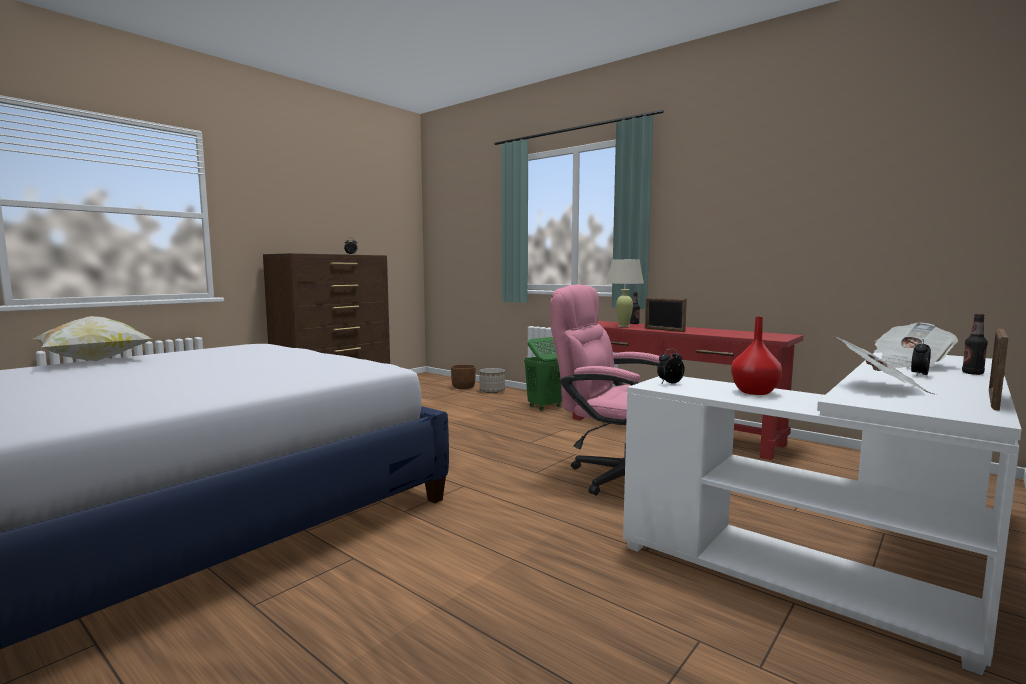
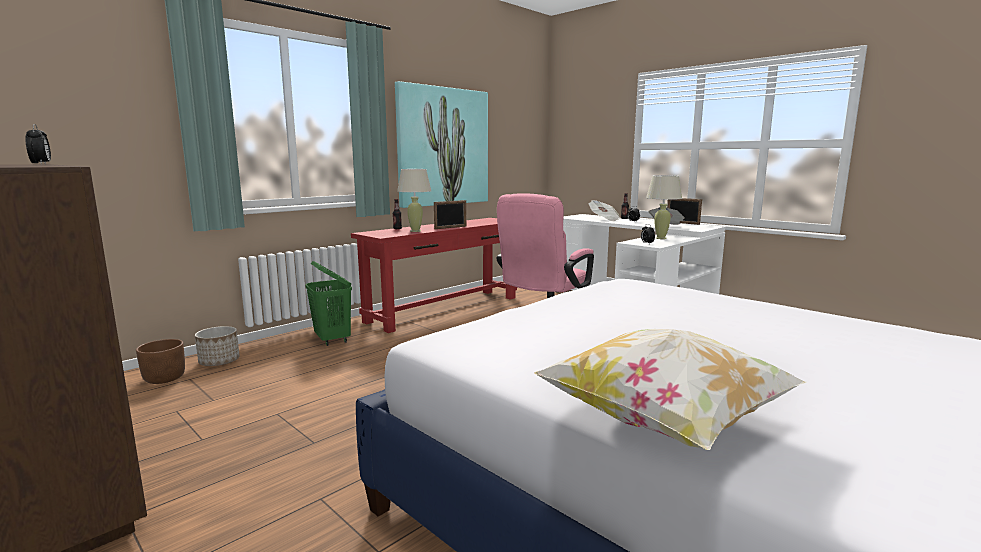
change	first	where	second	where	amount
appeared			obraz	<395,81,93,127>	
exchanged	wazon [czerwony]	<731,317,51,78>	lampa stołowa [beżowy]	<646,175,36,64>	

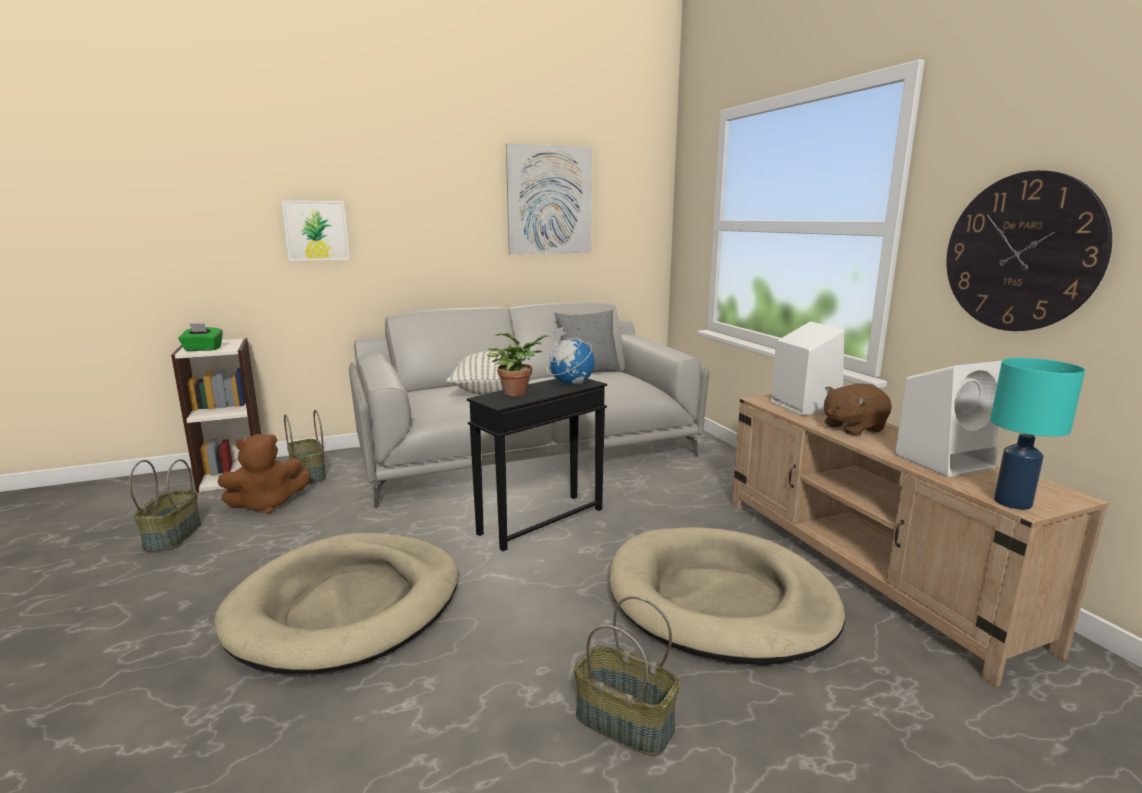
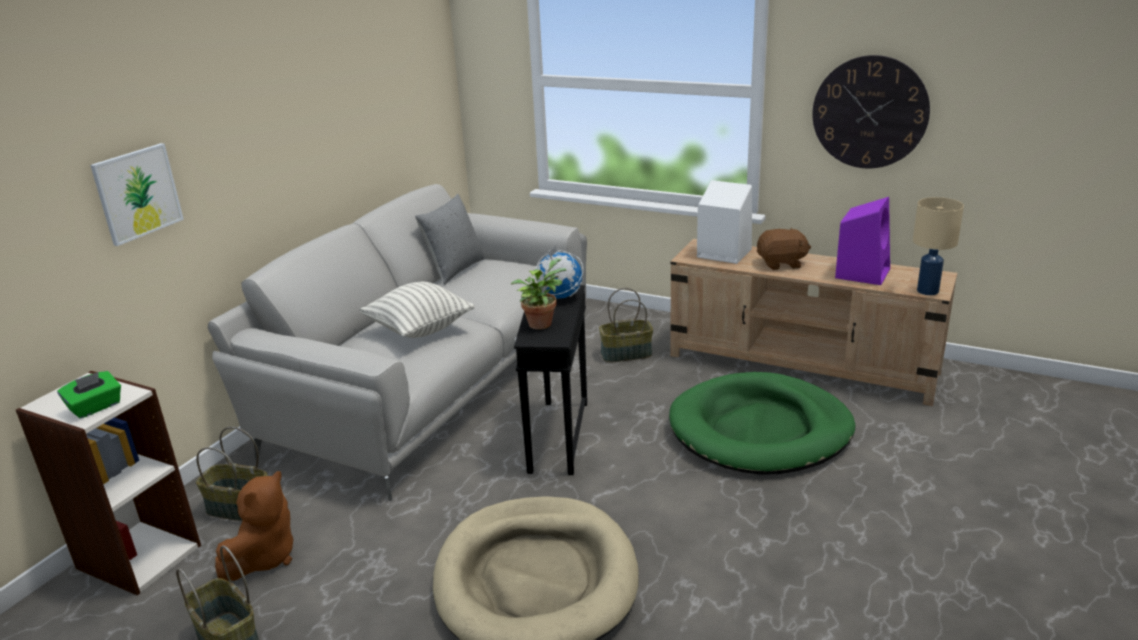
change	first	where	second	where	amount
relocated	koszyk	<574,596,106,160>		<599,288,54,74>	
colour	legowisko [beżowy]	<609,527,236,138>	legowisko [zielony]	<669,372,186,103>	
spun	pluszak [brązowy]	<824,383,68,52>		<757,227,54,43>	120 degrees counterclockwise
colour	głośnik [biały]	<895,361,107,116>	głośnik [fioletowy]	<835,197,55,88>	
colour	lampa stołowa [turkusowy]	<990,358,95,152>	lampa stołowa [beżowy]	<913,197,51,98>	
missing	obraz	<506,143,86,111>			

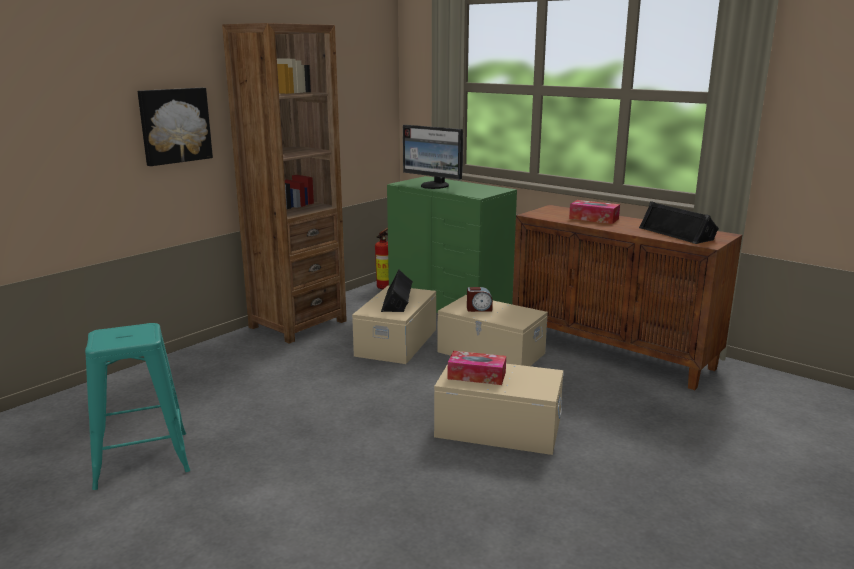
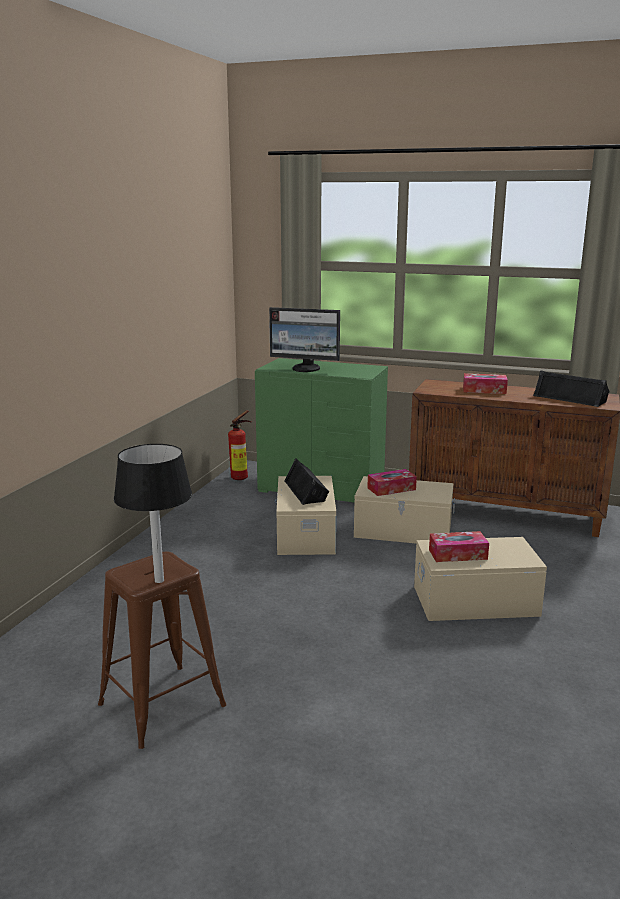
change	first	where	second	where	amount
colour	stołek [turkusowy]	<85,323,105,167>	stołek [brązowy]	<98,552,129,197>	
appeared			lampa stołowa [czarny]	<114,444,78,139>	
exchanged	budzik	<467,287,26,25>	pudełko chusteczek	<367,469,50,27>	
missing	obraz	<137,88,76,78>			
missing	regał [brązowy]	<222,23,125,321>			

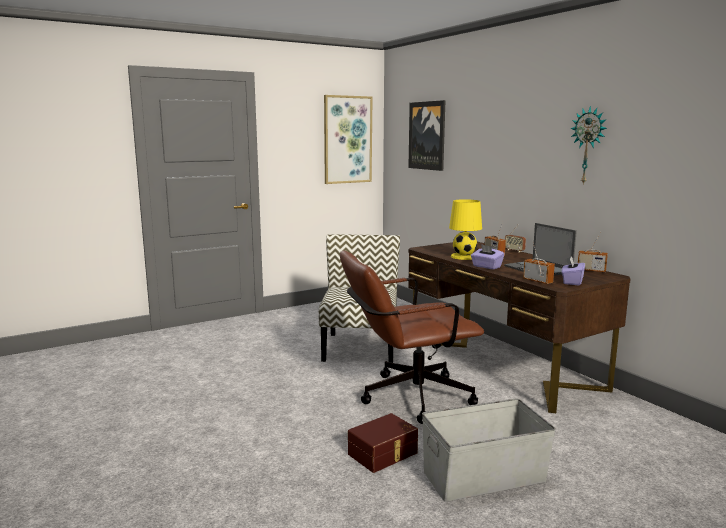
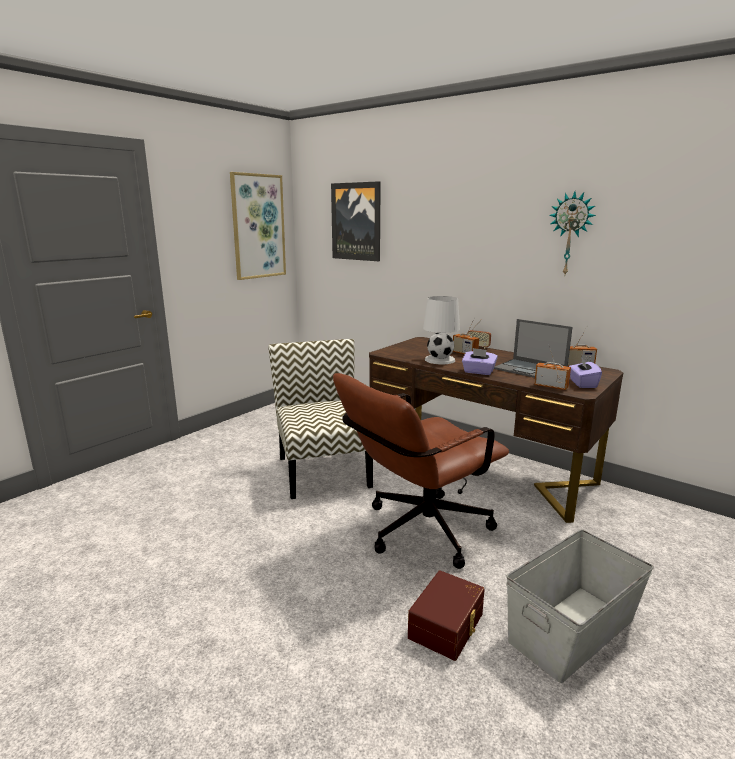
change	first	where	second	where	amount
colour	lampa stołowa [żółty]	<449,199,33,61>	lampa stołowa [biały]	<423,296,37,68>	

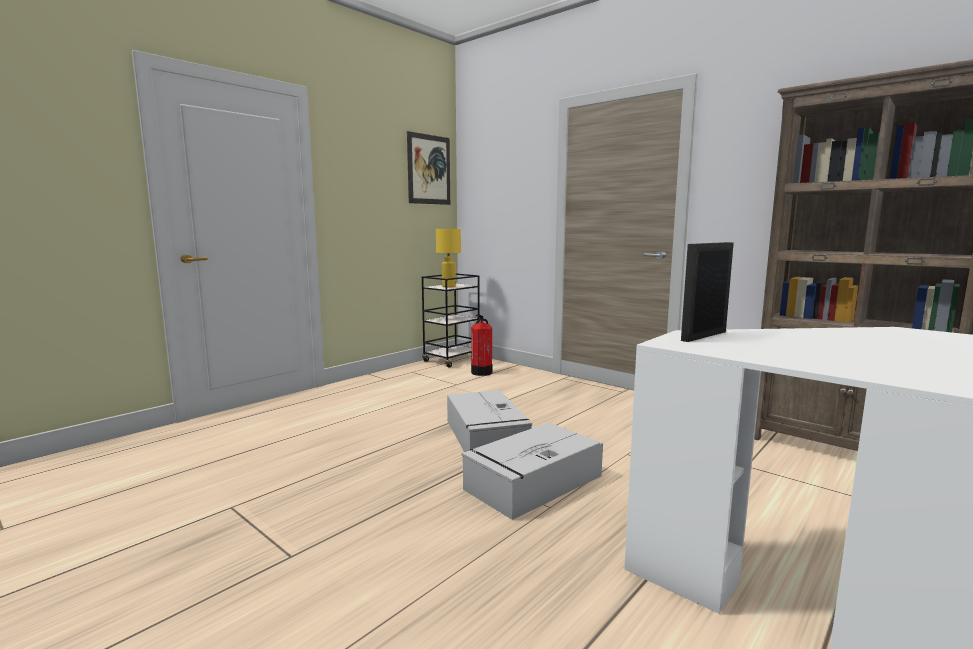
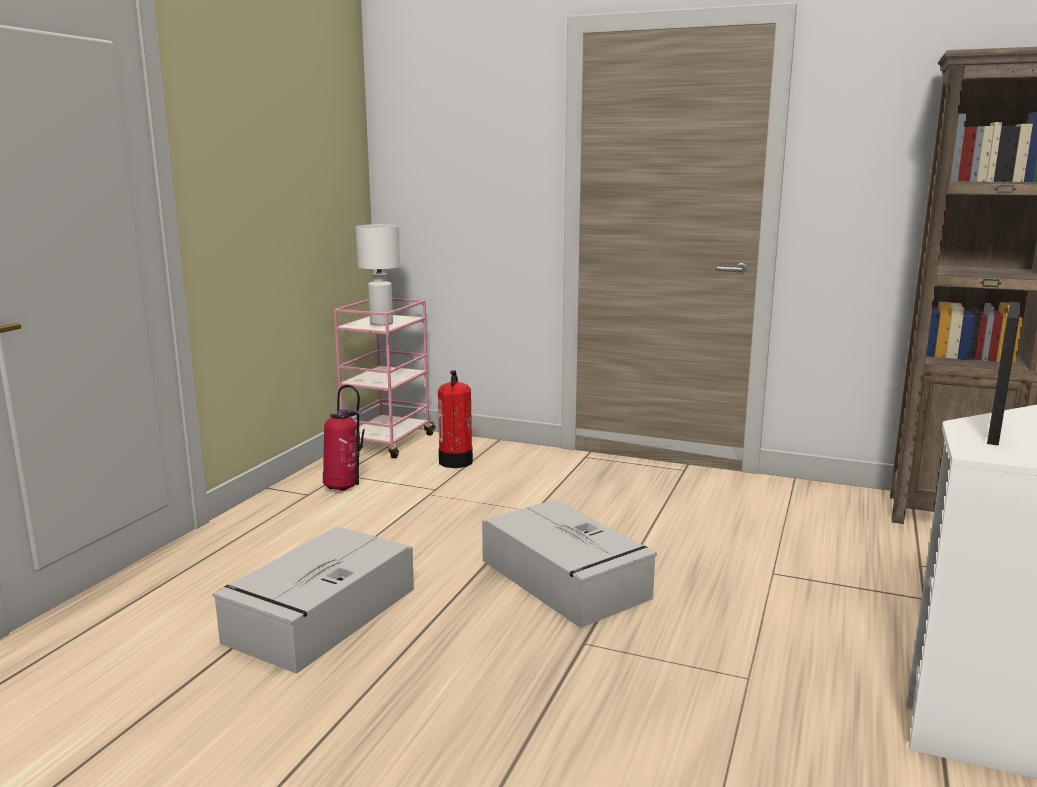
change	first	where	second	where	amount
relocated	pojemnik do przechowywania [szary]	<461,423,142,97>		<212,527,202,147>	
appeared			gaśnica	<323,385,42,106>	
colour	wózek [czarny]	<422,273,58,95>	wózek [różowy]	<334,298,102,160>	
colour	lampa stołowa [żółty]	<436,229,25,59>	lampa stołowa [biały]	<356,224,44,102>	
missing	obraz	<407,131,43,74>			

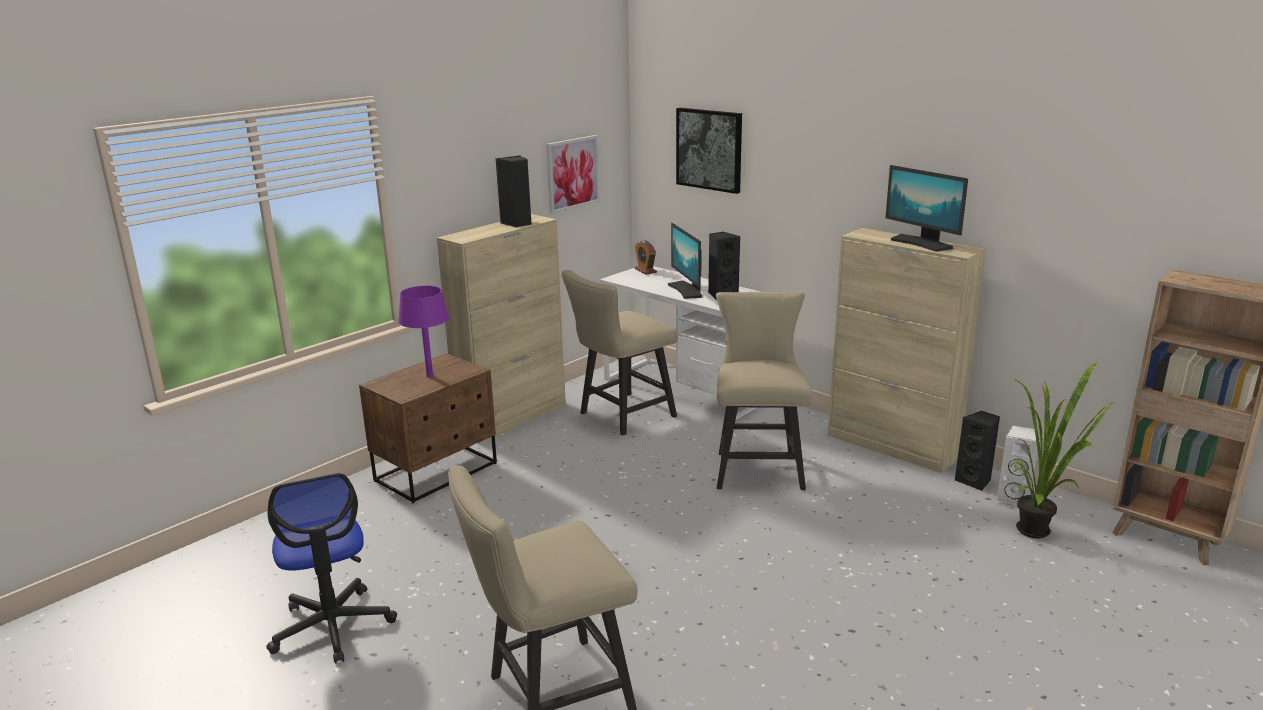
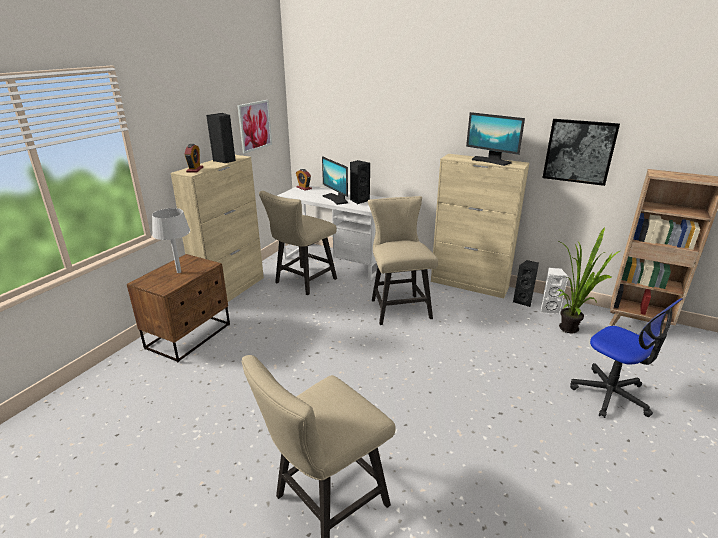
change	first	where	second	where	amount
colour	lampa stołowa [fioletowy]	<398,286,51,91>	lampa stołowa [szary]	<152,208,38,65>	
appeared			budzik	<185,144,18,29>	
relocated	obraz	<676,108,66,86>		<543,119,77,67>	
relocated	krzesło biurowe	<266,473,131,191>		<570,298,112,120>	

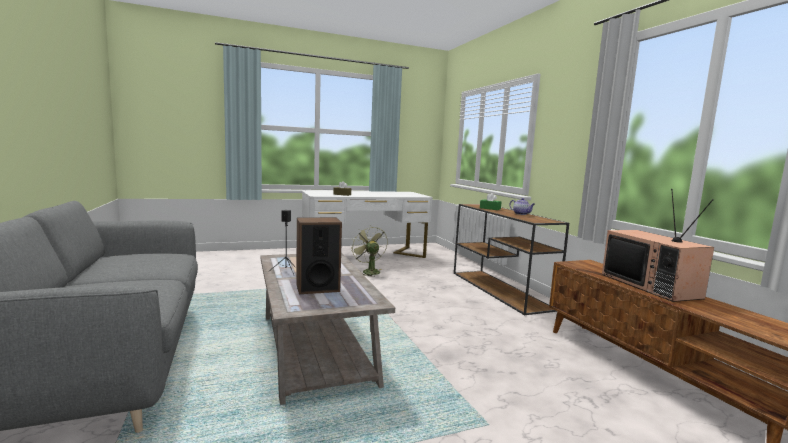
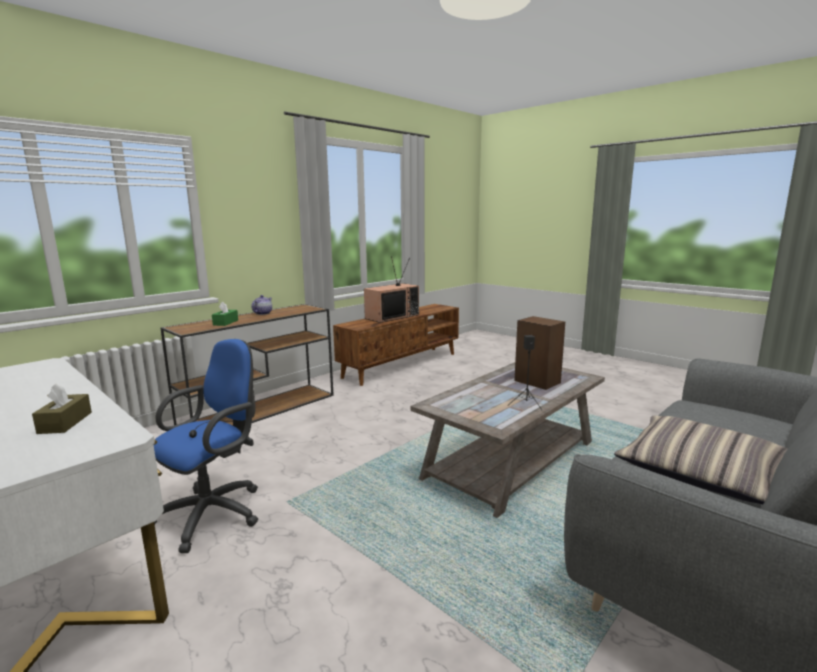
change	first	where	second	where	amount
exchanged	wentylator [zielony]	<350,225,37,52>	krzesło biurowe [niebieski]	<154,339,104,214>	
appeared			poduszka	<614,416,174,88>	

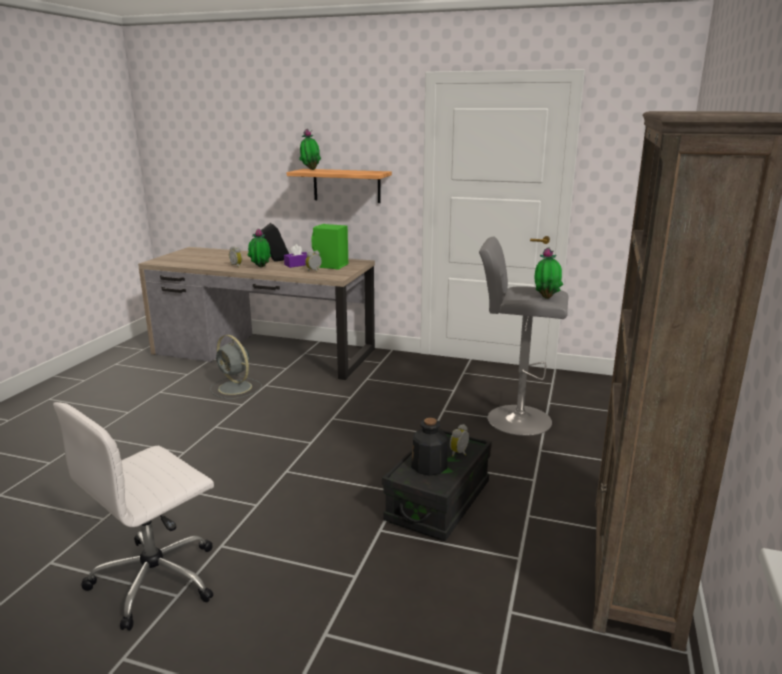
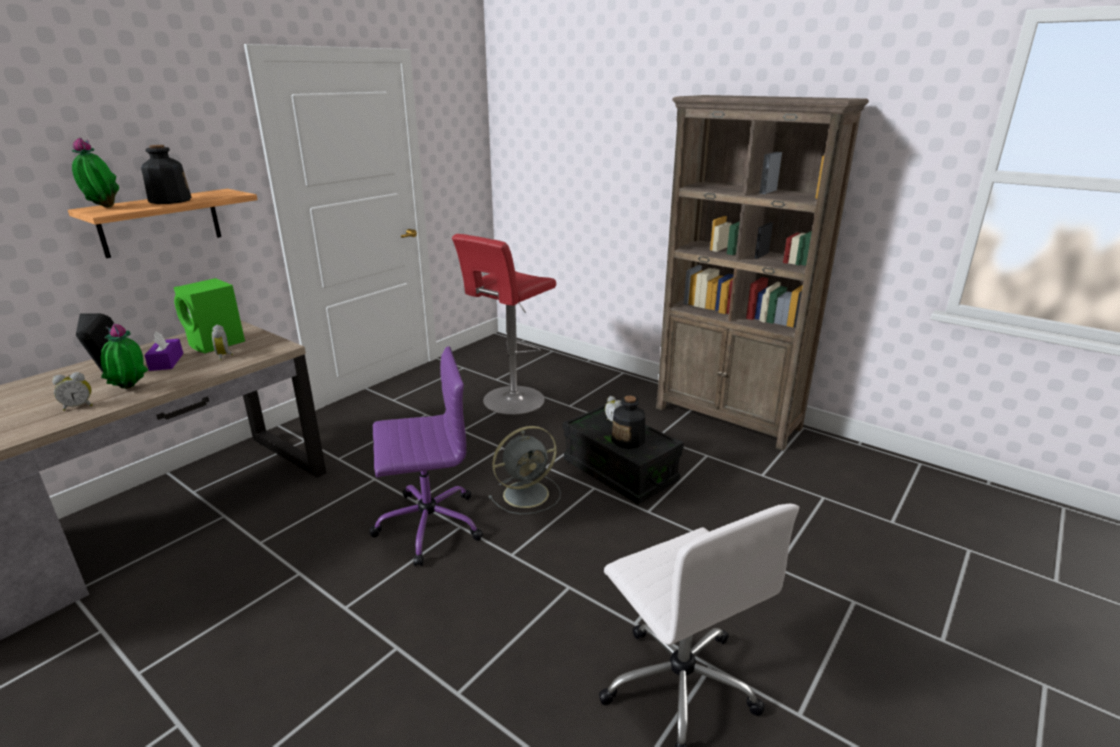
change	first	where	second	where	amount
appeared			butelka	<141,145,50,59>	
appeared			krzesło biurowe [fioletowy]	<369,346,114,220>	
colour	stołek [szary]	<479,237,90,199>	stołek [czerwony]	<452,234,104,181>	
relocated	wentylator [szary]	<210,335,52,64>		<489,426,71,89>	
missing	roślina doniczkowa	<535,248,28,51>			

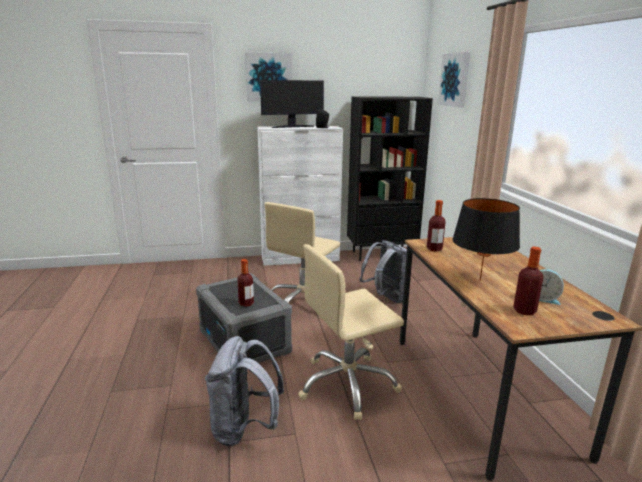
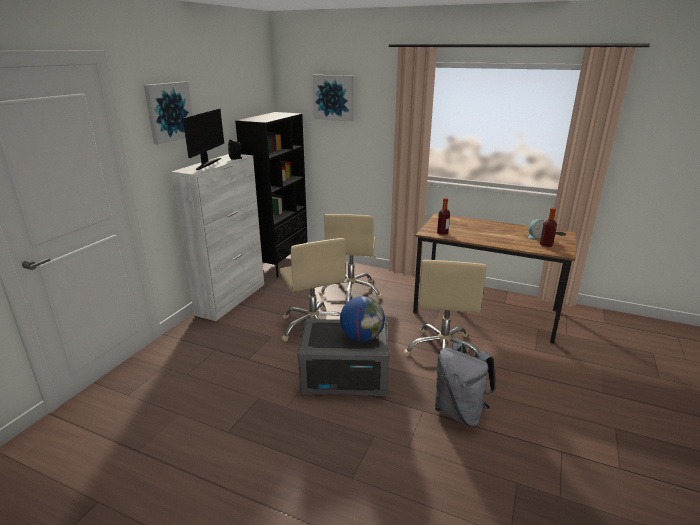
change	first	where	second	where	amount
exchanged	plecak [szary]	<359,240,48,63>	krzesło biurowe [beżowy]	<319,214,63,89>	
exchanged	butelka	<237,259,17,48>	globus	<340,296,45,46>	
missing	lampa stołowa [czarny]	<452,198,68,83>			

